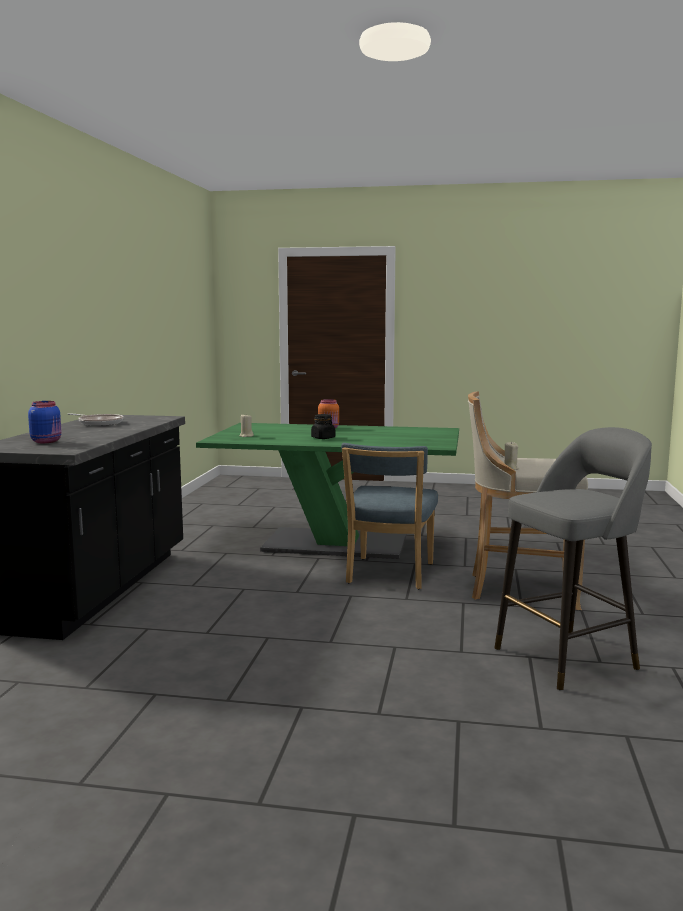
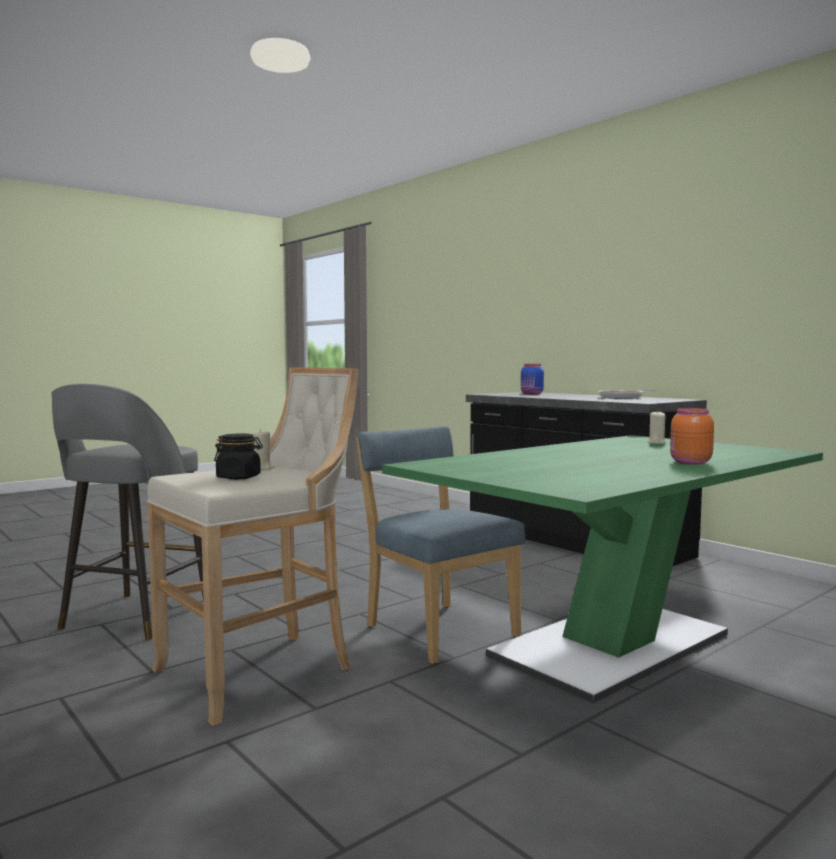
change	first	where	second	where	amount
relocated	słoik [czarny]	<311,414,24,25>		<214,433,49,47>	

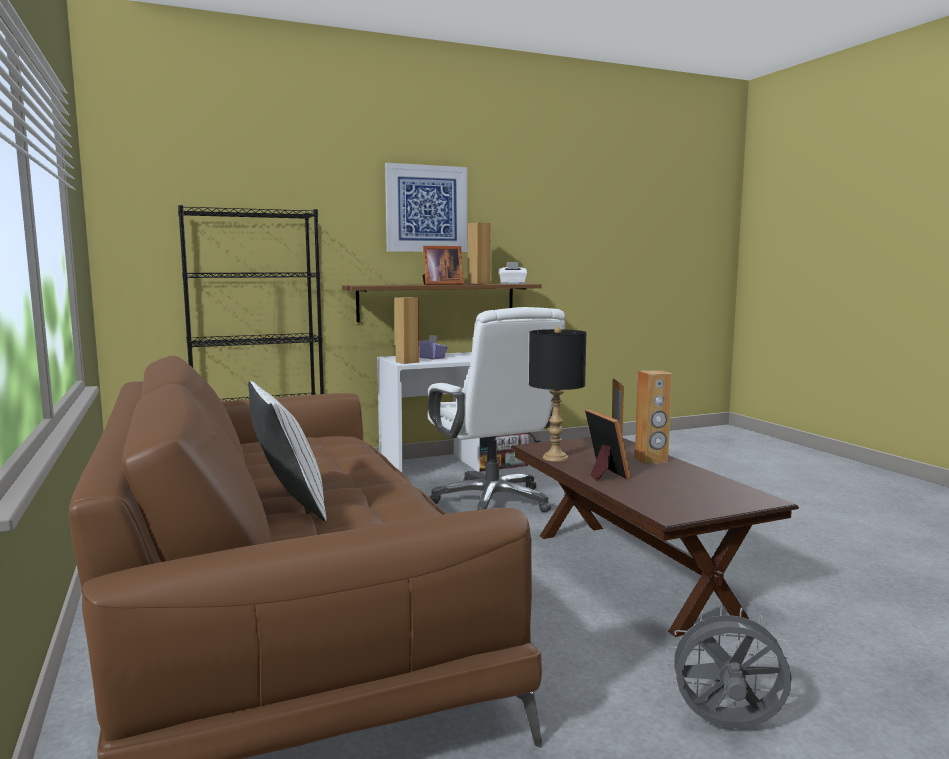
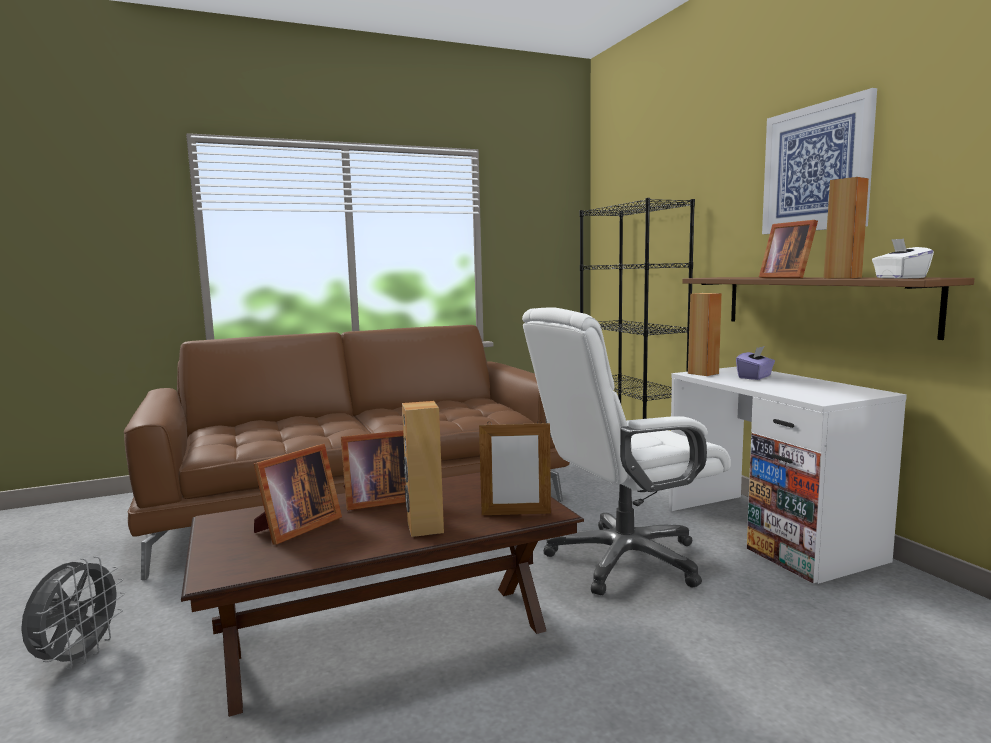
change	first	where	second	where	amount
appeared			ramka na zdjęcie	<254,444,88,101>	
missing	poduszka [biały]	<248,381,78,140>			
missing	lampa stołowa [czarny]	<529,327,58,135>			

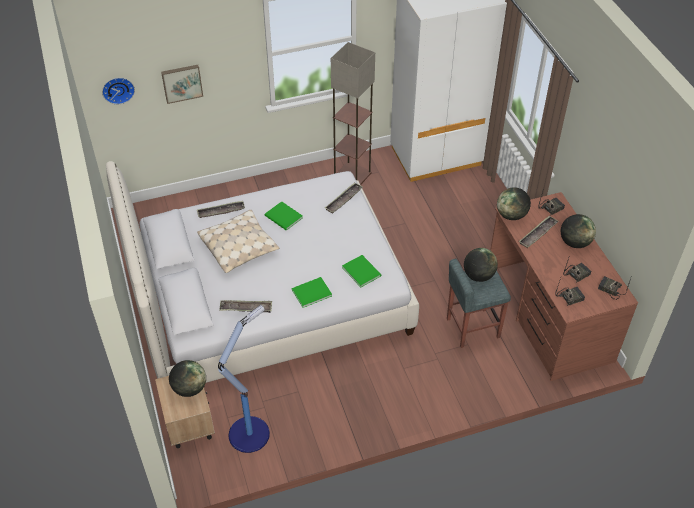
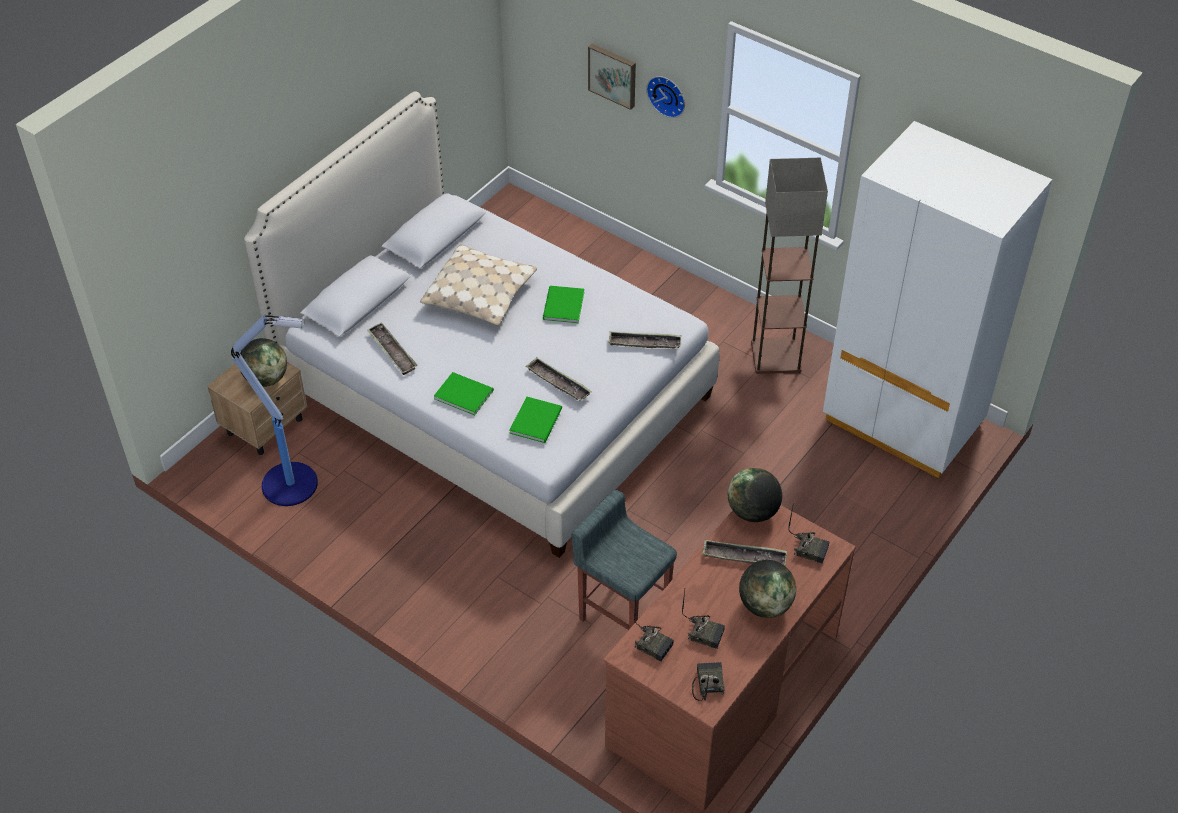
change	first	where	second	where	amount
relocated	taca	<197,201,48,17>		<525,357,67,44>	
relocated	zegar ścienny	<102,78,33,26>		<646,76,39,42>	
missing	globus	<464,248,34,34>			

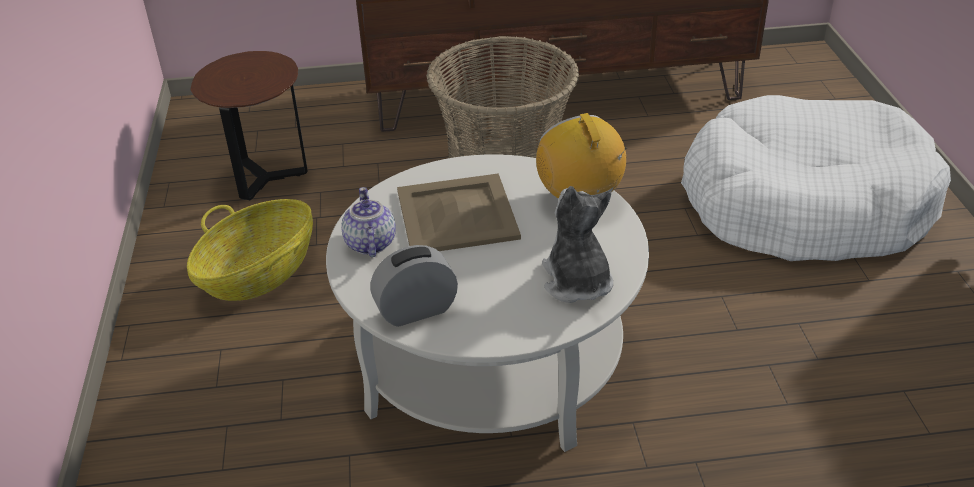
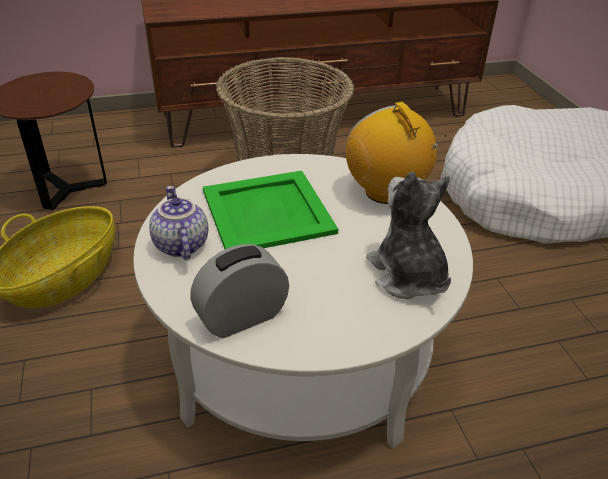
change	first	where	second	where	amount
colour	taca [beżowy]	<397,173,124,78>	taca [zielony]	<203,171,135,78>	

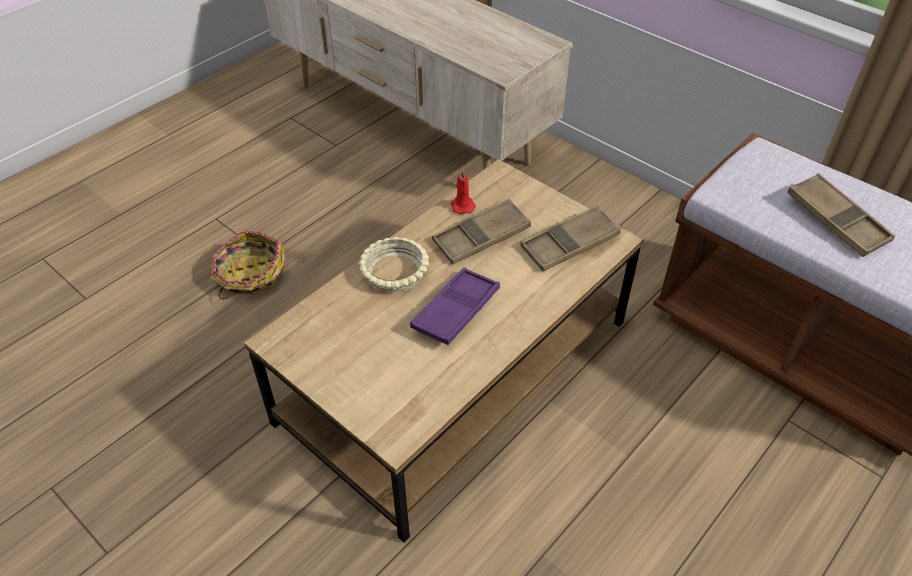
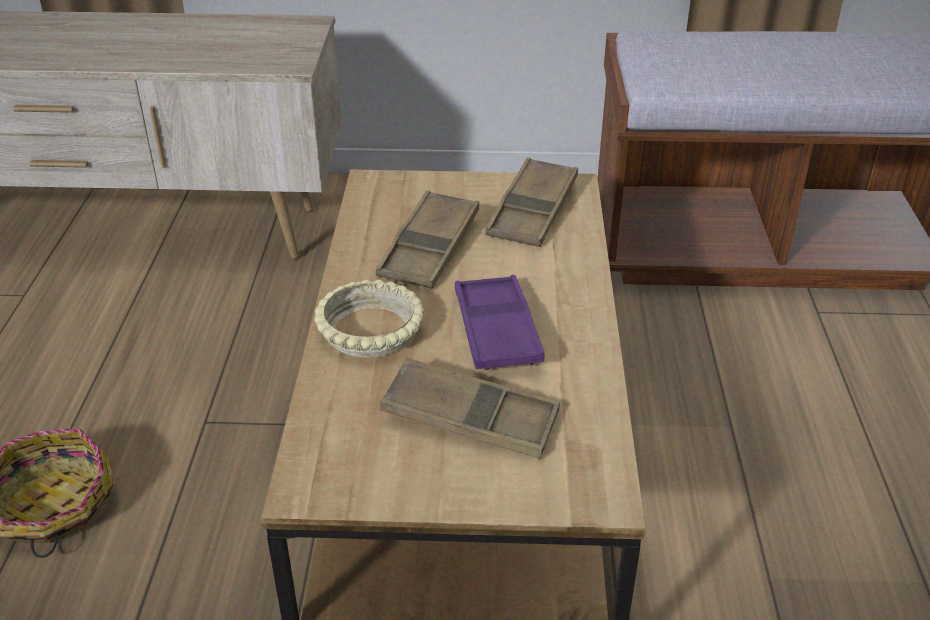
change	first	where	second	where	amount
relocated	taca [brązowy]	<787,173,108,84>		<380,358,180,101>	
missing	świeca [czerwony]	<451,170,25,44>			

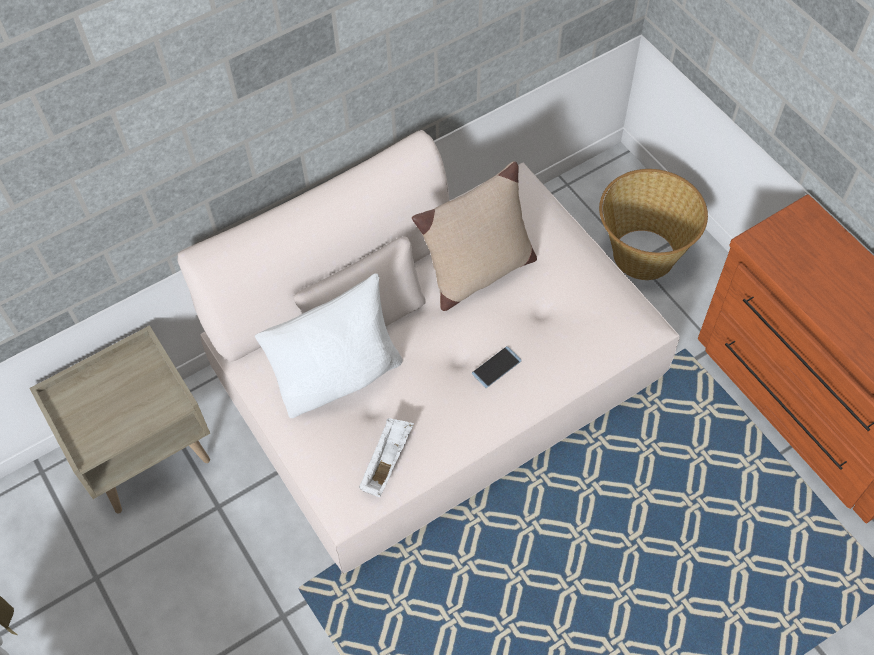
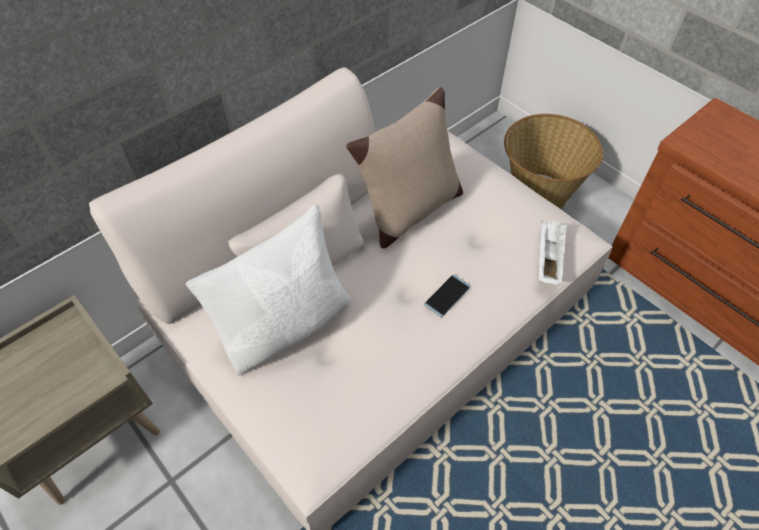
change	first	where	second	where	amount
relocated	taca [biały]	<359,418,55,79>		<538,221,29,65>	

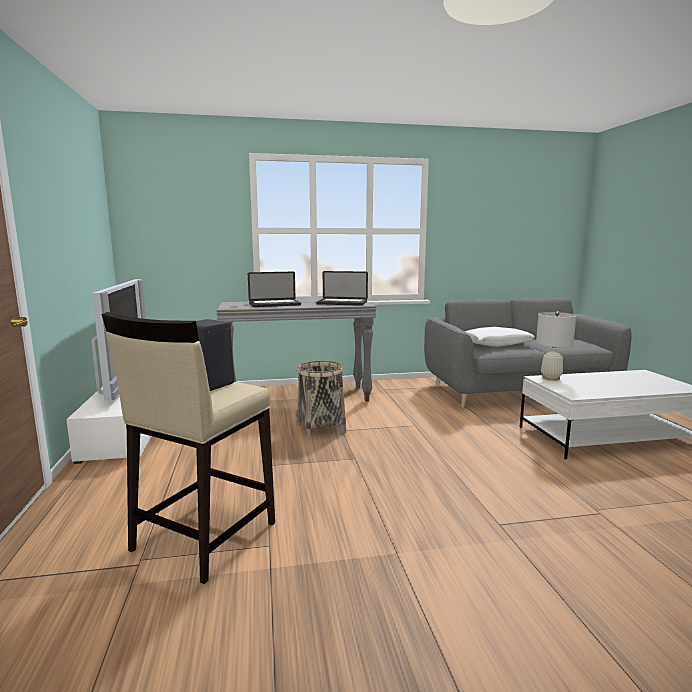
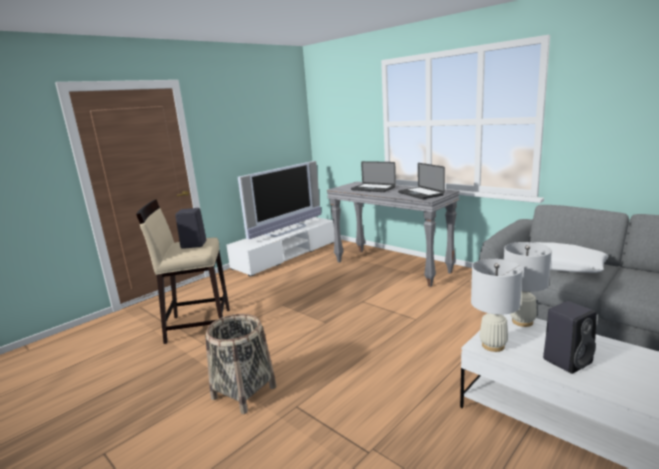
change	first	where	second	where	amount
relocated	koszyk	<296,361,50,77>		<205,314,71,100>	
appeared			lampa stołowa [biały]	<471,259,52,93>	
appeared			głośnik [czarny]	<543,301,54,73>	

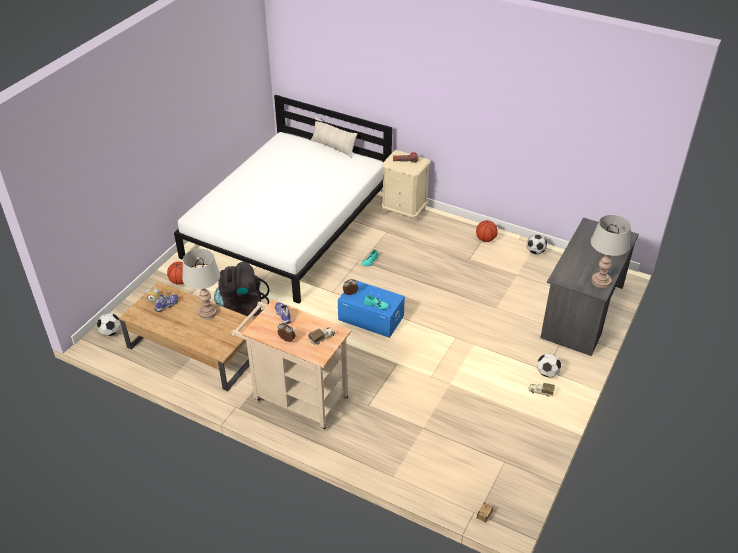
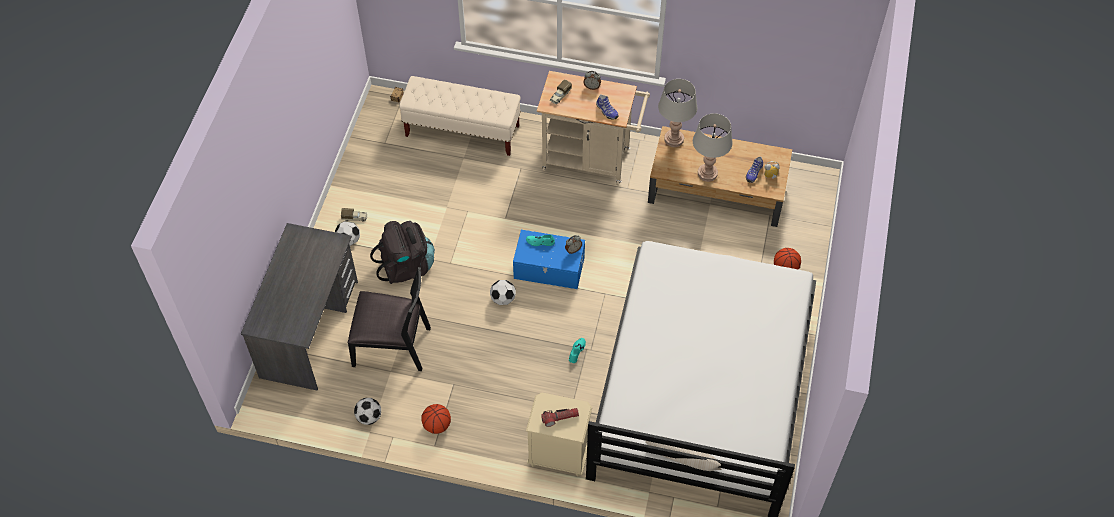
change	first	where	second	where	amount
appeared			krzesło [czarny]	<348,267,83,104>	
relocated	plecak [czarny]	<214,262,55,54>		<370,221,65,63>	
appeared			ławka [beżowy]	<399,76,122,80>	
relocated	piłka futbolowa	<97,313,24,23>		<490,280,26,25>	
relocated	lampa stołowa [szary]	<591,215,40,73>		<658,79,39,68>	

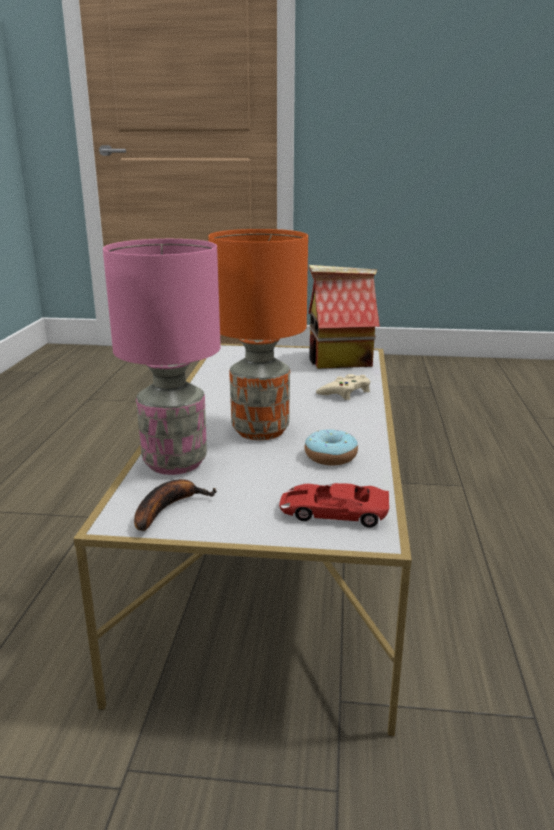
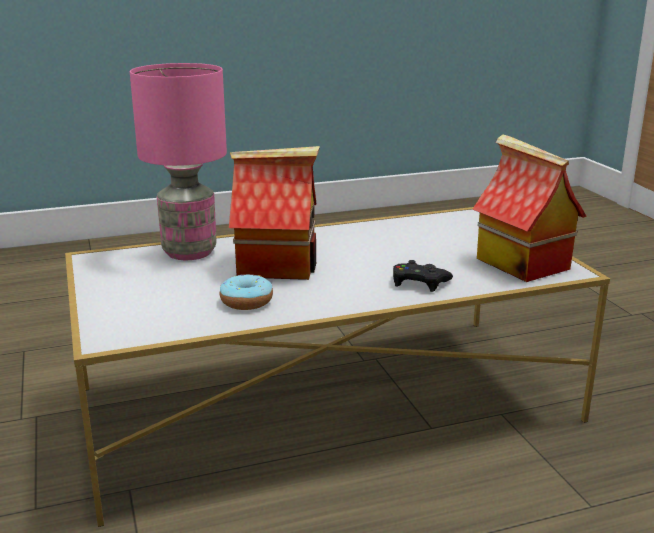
change	first	where	second	where	amount
exchanged	lampa stołowa [pomarańczowy]	<208,229,100,211>	domek	<229,146,91,134>	
colour	pad do gier [beżowy]	<316,374,54,26>	pad do gier [czarny]	<393,260,60,32>	
missing	banan	<134,479,83,52>			
missing	samochodzik [czerwony]	<279,483,110,45>			

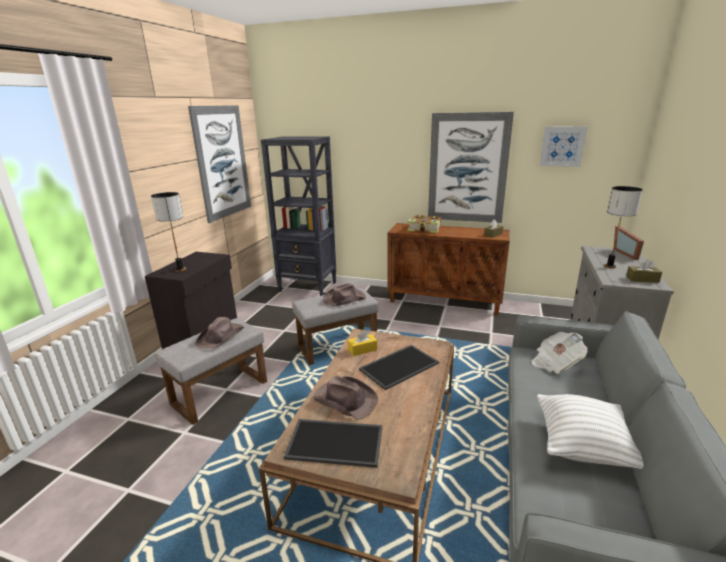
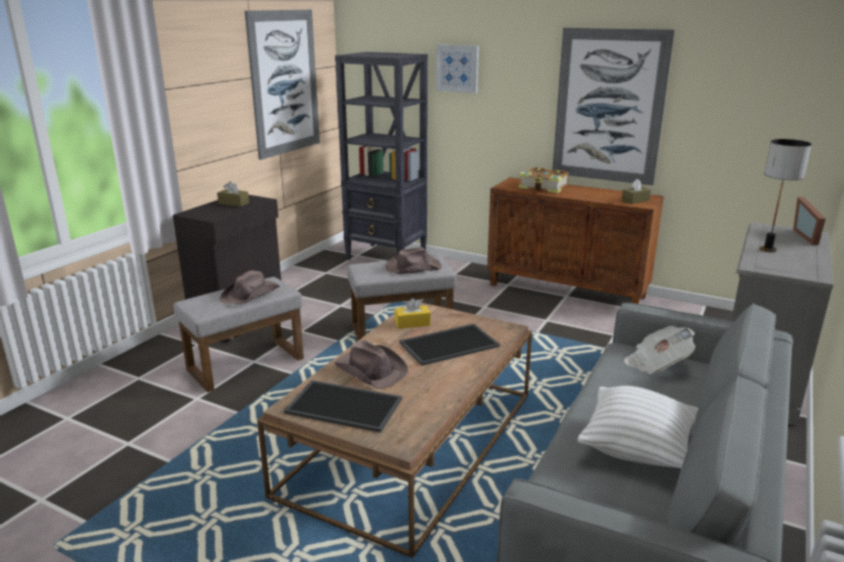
change	first	where	second	where	amount
relocated	pudełko chusteczek [brązowy]	<626,259,36,24>		<217,181,32,26>	
relocated	obraz	<540,126,47,41>		<436,44,43,49>	
missing	lampa stołowa	<151,192,35,80>			

